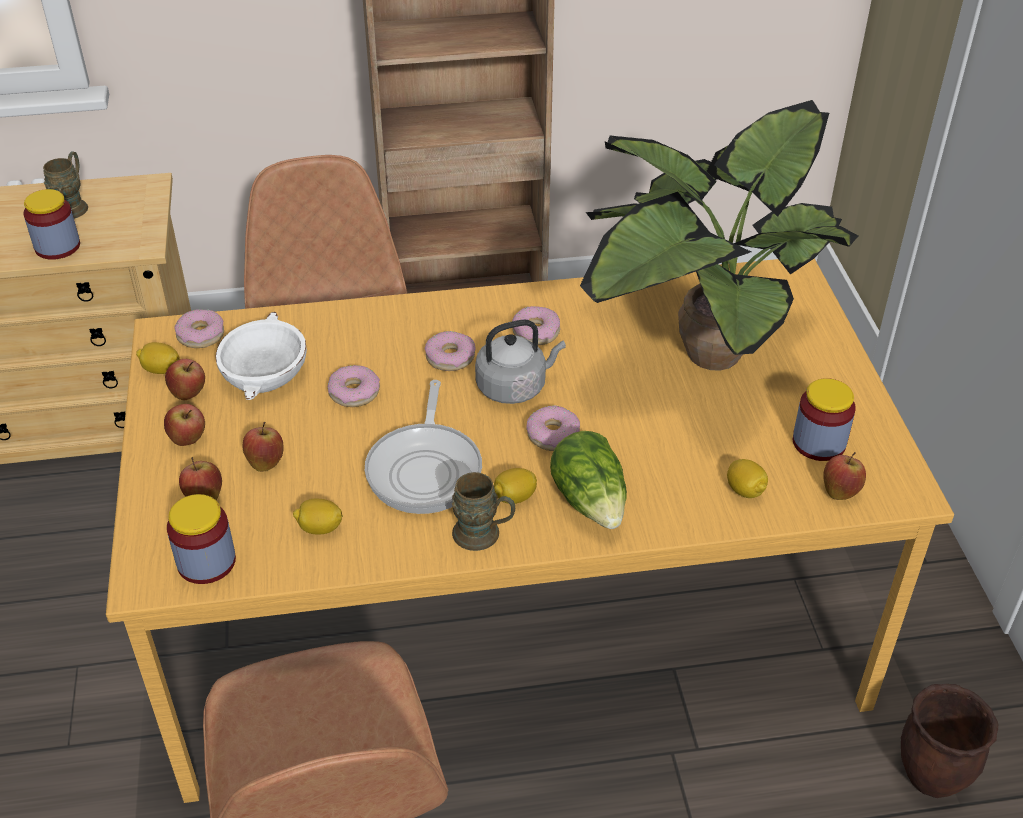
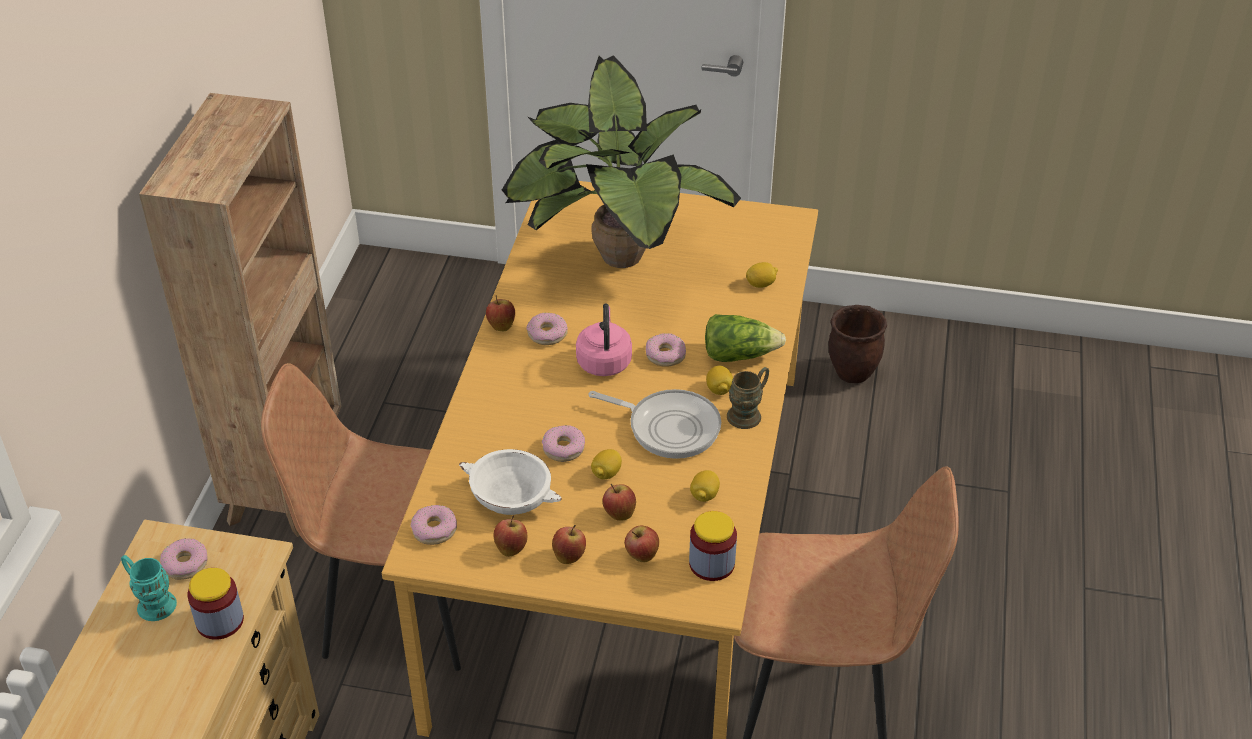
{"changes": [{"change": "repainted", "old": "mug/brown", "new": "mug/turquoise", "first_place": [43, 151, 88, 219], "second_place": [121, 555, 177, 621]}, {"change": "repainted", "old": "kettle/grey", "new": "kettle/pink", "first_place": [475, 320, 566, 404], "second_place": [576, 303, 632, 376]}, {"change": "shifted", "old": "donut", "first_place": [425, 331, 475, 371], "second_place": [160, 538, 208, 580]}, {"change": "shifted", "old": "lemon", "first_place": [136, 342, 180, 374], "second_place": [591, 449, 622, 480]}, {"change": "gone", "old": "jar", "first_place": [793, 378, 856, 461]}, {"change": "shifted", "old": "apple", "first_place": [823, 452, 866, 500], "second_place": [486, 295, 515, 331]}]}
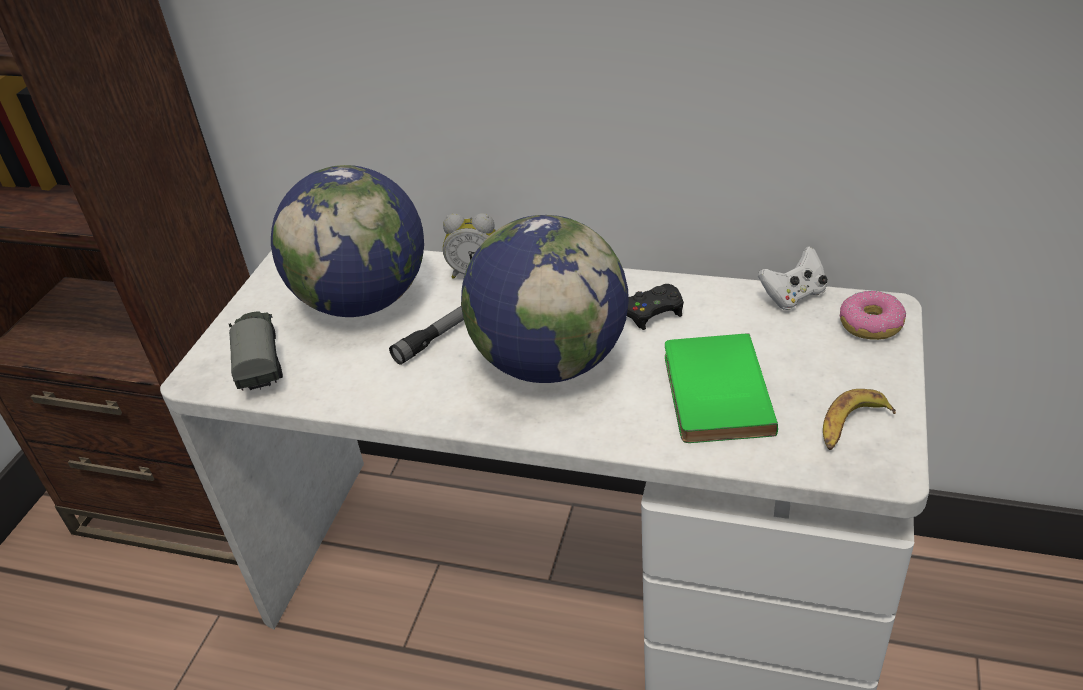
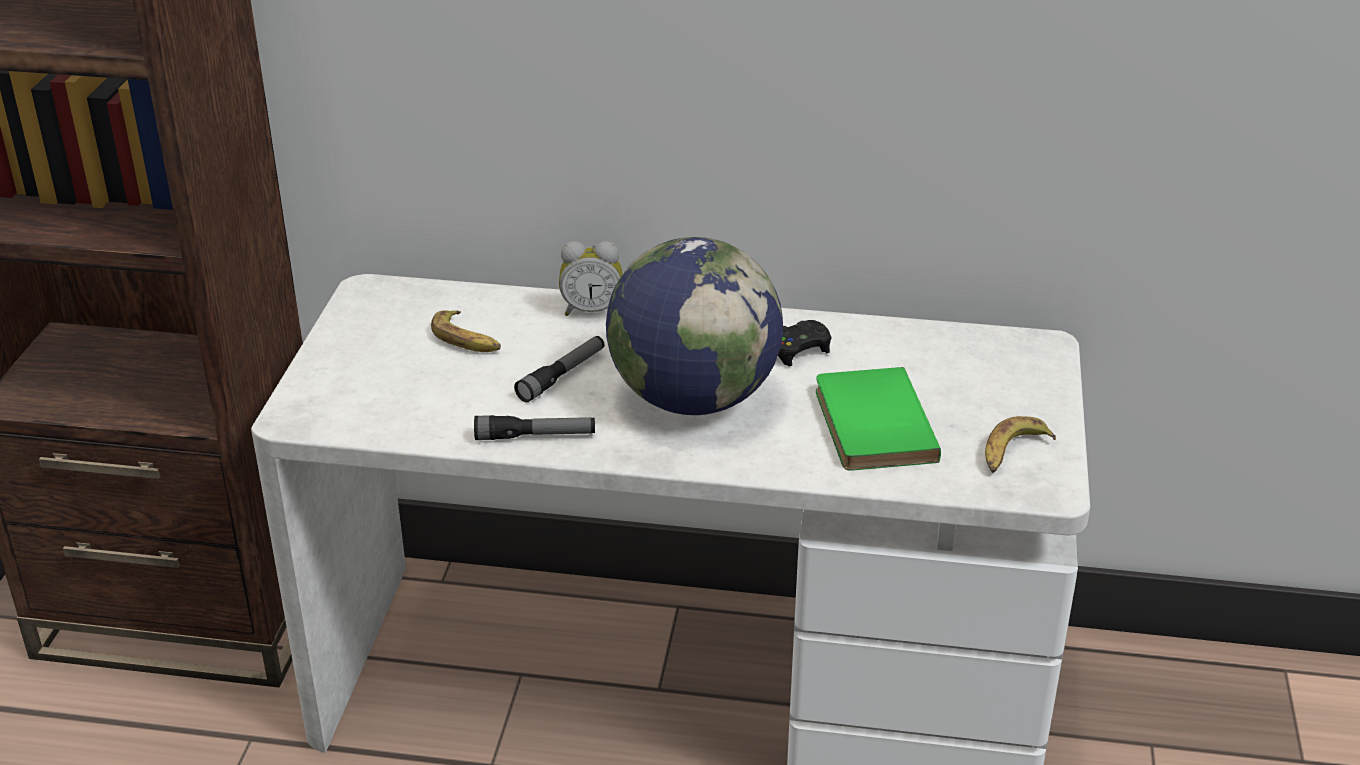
{"changes": [{"change": "swapped", "old": "globe", "new": "banana", "first_place": [271, 165, 424, 317], "second_place": [431, 310, 501, 352]}, {"change": "gone", "old": "game controller/white", "first_place": [758, 246, 827, 310]}, {"change": "gone", "old": "donut", "first_place": [840, 290, 906, 340]}, {"change": "gone", "old": "toy truck", "first_place": [229, 311, 283, 391]}, {"change": "new", "new": "flashlight", "second_place": [474, 415, 595, 440]}]}
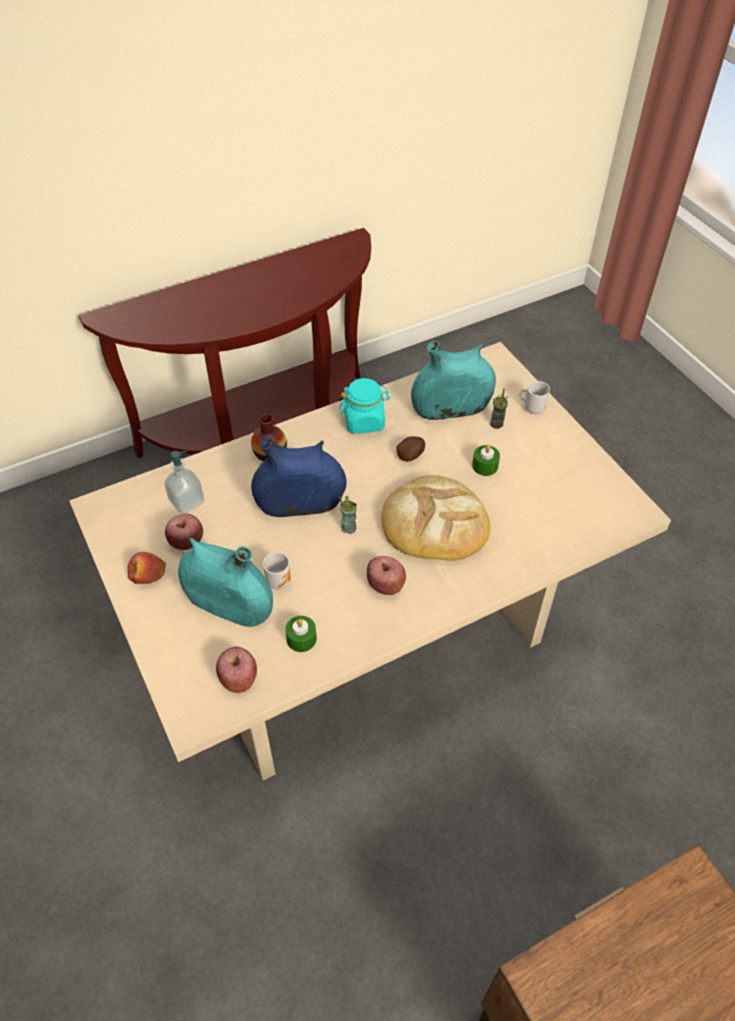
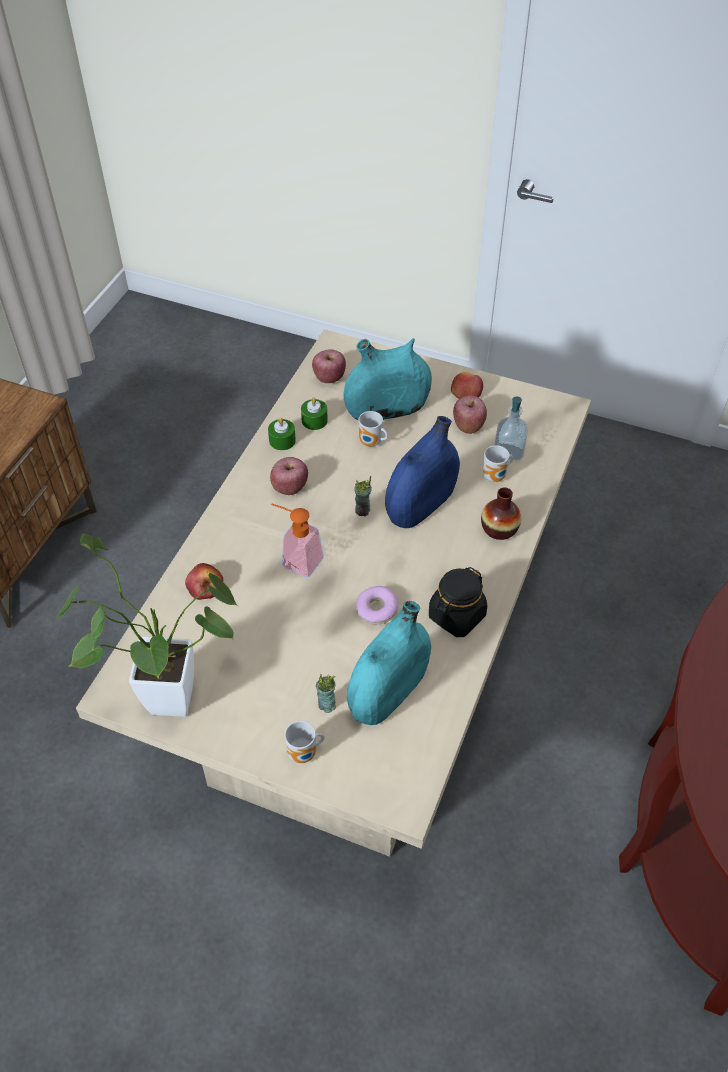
{"changes": [{"change": "repainted", "old": "jar/turquoise", "new": "jar/black", "first_place": [339, 378, 390, 434], "second_place": [429, 567, 487, 637]}, {"change": "swapped", "old": "potato", "new": "donut", "first_place": [396, 436, 425, 461], "second_place": [356, 586, 399, 625]}, {"change": "shifted", "old": "candle/green", "first_place": [472, 445, 500, 476], "second_place": [268, 418, 296, 450]}, {"change": "swapped", "old": "bread", "new": "soap dispenser", "first_place": [381, 475, 491, 561], "second_place": [271, 504, 324, 577]}, {"change": "new", "new": "mug", "second_place": [482, 445, 513, 482]}, {"change": "new", "new": "potted plant", "second_place": [56, 534, 238, 717]}, {"change": "new", "new": "apple", "second_place": [185, 563, 223, 600]}]}
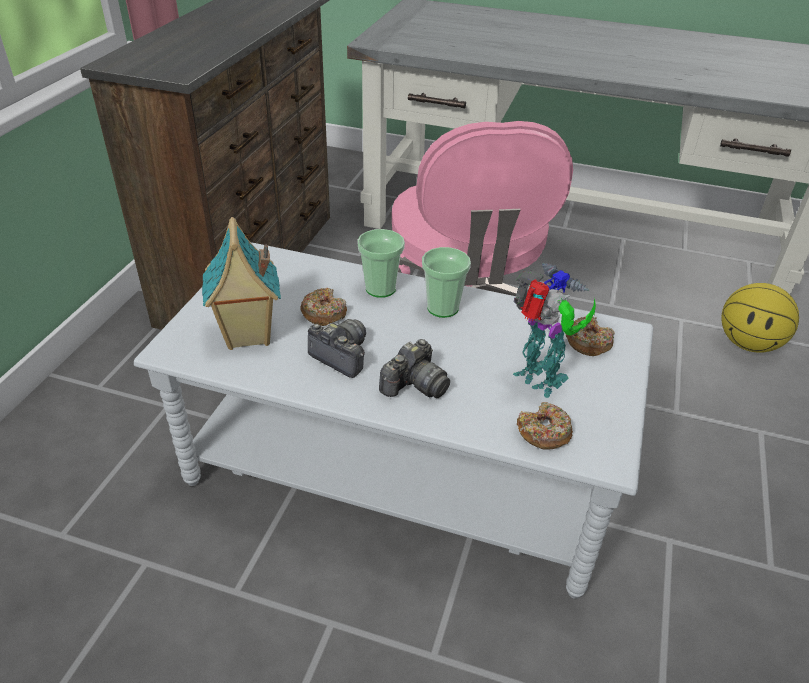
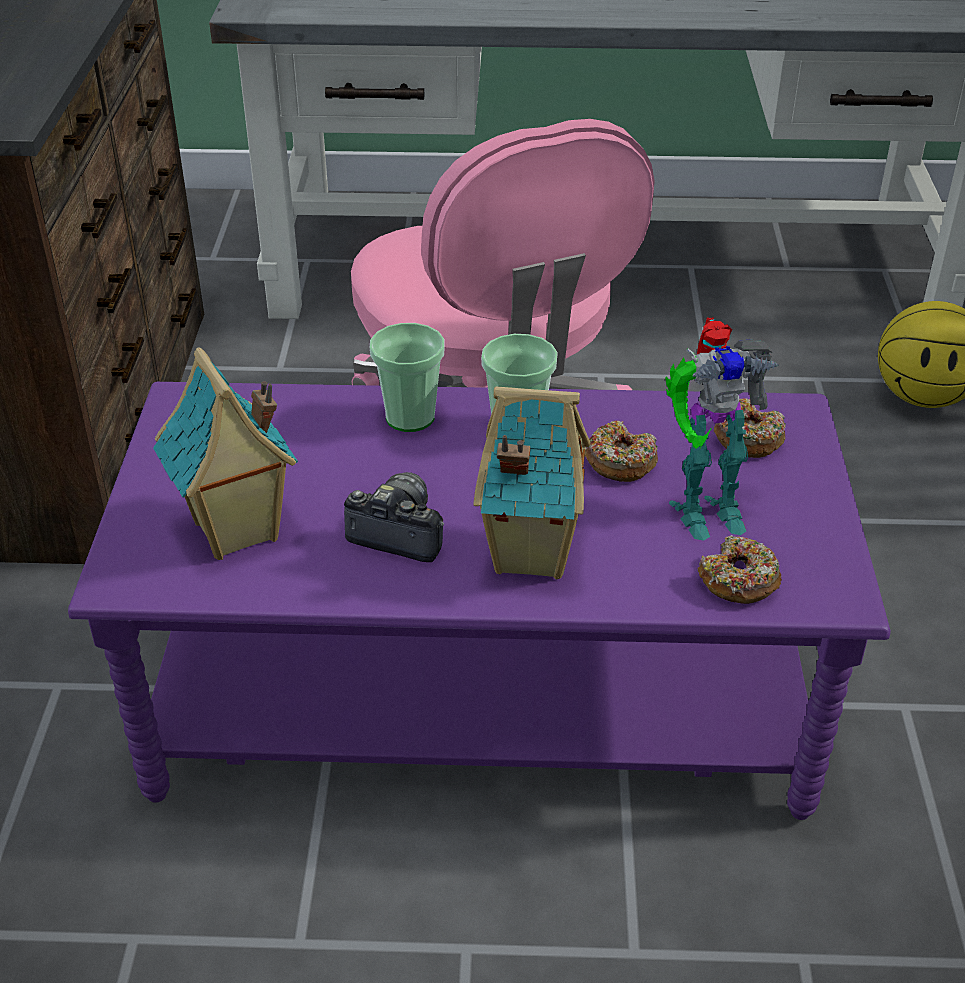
{"changes": [{"change": "repainted", "old": "coffee table/grey", "new": "coffee table/purple", "first_place": [134, 242, 653, 599], "second_place": [68, 382, 891, 820]}, {"change": "rotated", "old": "toy robot", "first_place": [513, 263, 596, 398], "second_place": [665, 317, 779, 541], "degrees": 135}, {"change": "shifted", "old": "donut", "first_place": [300, 288, 347, 326], "second_place": [585, 421, 658, 482]}, {"change": "swapped", "old": "photo camera", "new": "toy house", "first_place": [379, 339, 450, 398], "second_place": [473, 387, 590, 579]}]}
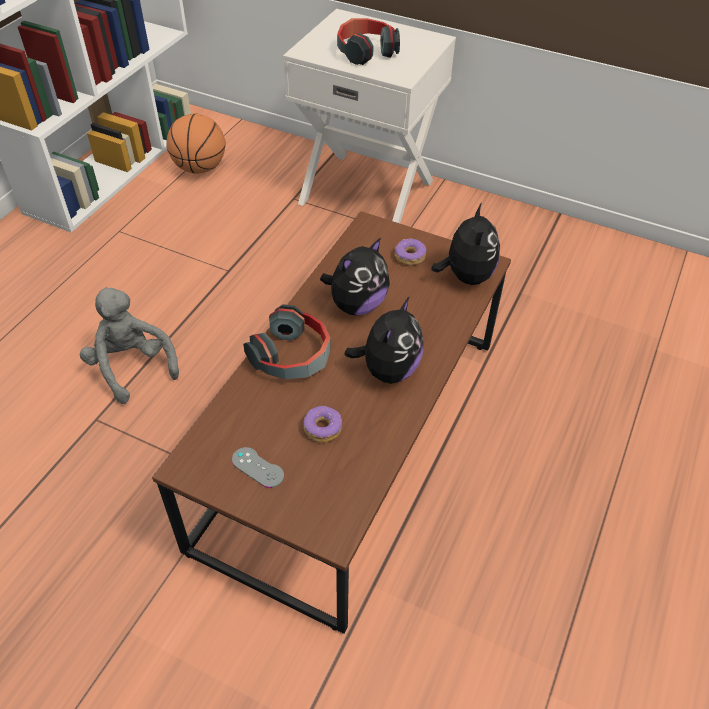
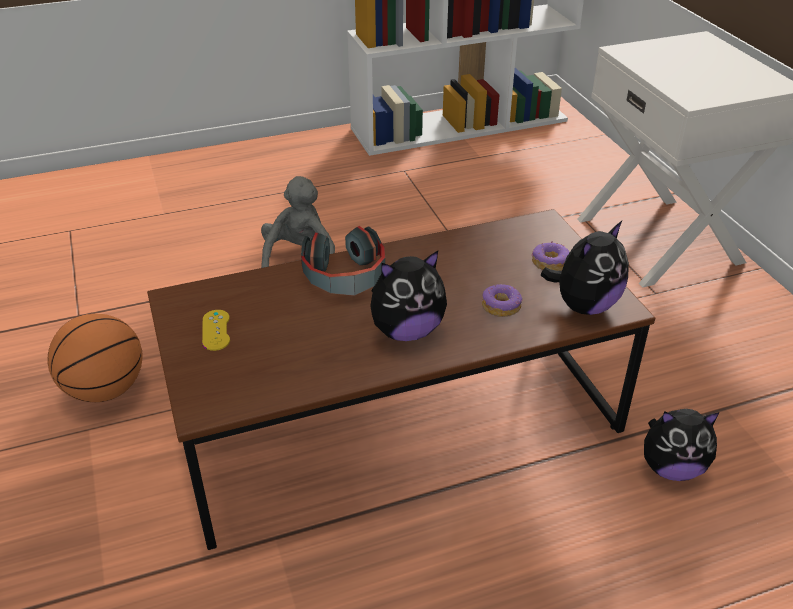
{"changes": [{"change": "gone", "old": "headphones", "first_place": [337, 18, 400, 65]}, {"change": "shifted", "old": "basketball", "first_place": [166, 113, 226, 174], "second_place": [47, 314, 143, 402]}, {"change": "shifted", "old": "plush toy", "first_place": [320, 238, 390, 315], "second_place": [644, 409, 719, 481]}, {"change": "shifted", "old": "donut", "first_place": [303, 406, 342, 442], "second_place": [482, 284, 523, 317]}, {"change": "repainted", "old": "game controller/grey", "new": "game controller/yellow", "first_place": [232, 447, 284, 488], "second_place": [202, 310, 230, 351]}]}
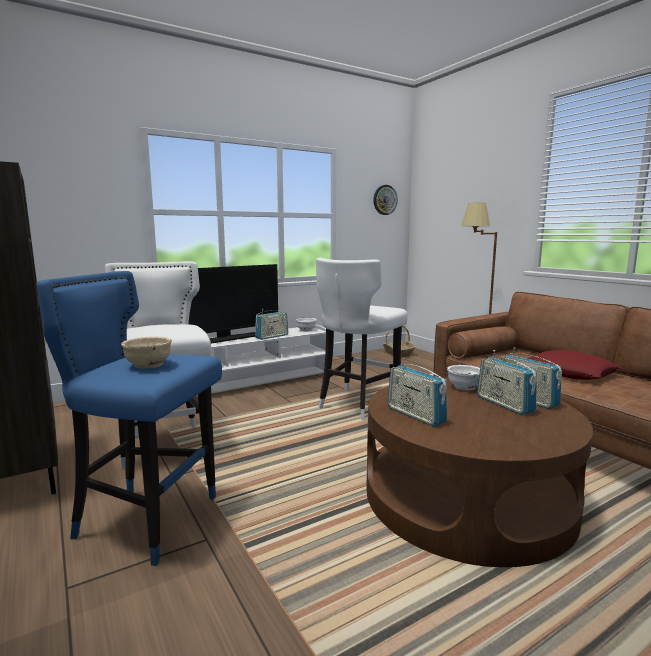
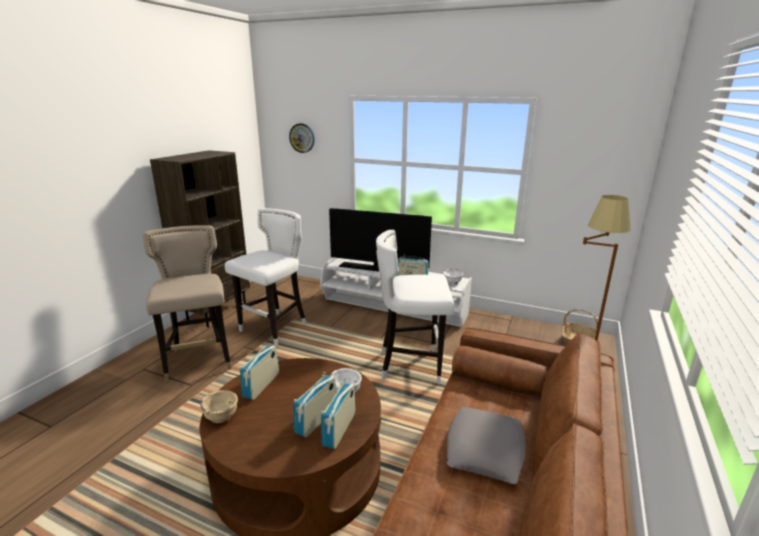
{"changes": [{"change": "shifted", "old": "wall clock", "first_place": [373, 185, 398, 215], "second_place": [289, 123, 315, 153]}, {"change": "repainted", "old": "stool/blue", "new": "stool/beige", "first_place": [36, 271, 222, 566], "second_place": [143, 225, 231, 382]}, {"change": "shifted", "old": "bowl/beige", "first_place": [121, 337, 172, 369], "second_place": [200, 390, 238, 423]}, {"change": "repainted", "old": "pillow/red", "new": "pillow/grey", "first_place": [528, 350, 622, 380], "second_place": [446, 407, 526, 484]}]}
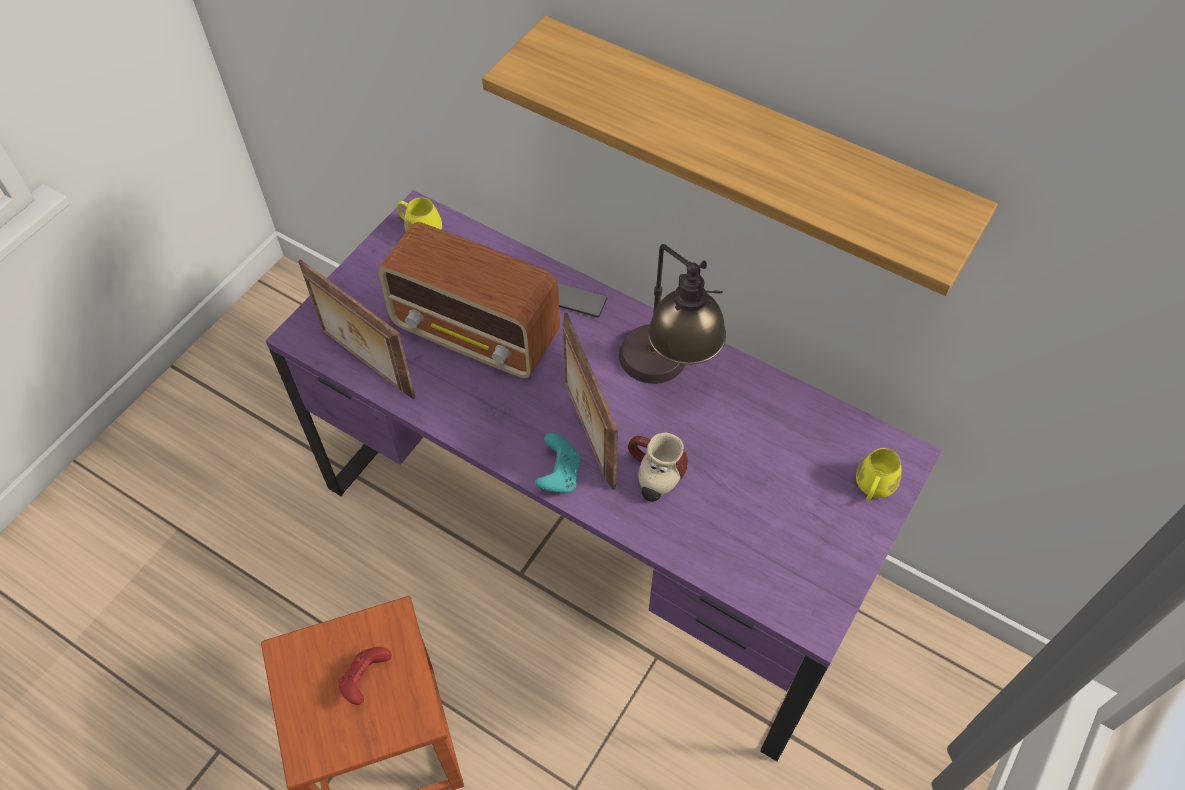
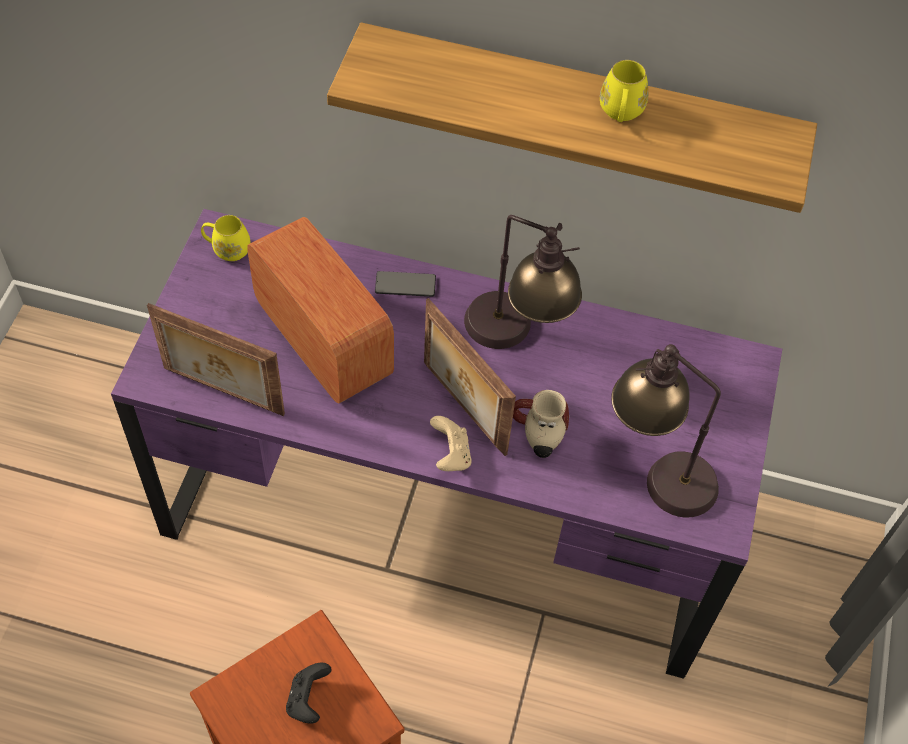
{"changes": [{"change": "rotated", "old": "radio", "first_place": [378, 222, 560, 378], "second_place": [247, 217, 394, 403], "degrees": -135}, {"change": "repainted", "old": "game controller/turquoise", "new": "game controller/beige", "first_place": [535, 433, 580, 494], "second_place": [430, 416, 472, 471]}, {"change": "shifted", "old": "mug/yellow", "first_place": [856, 448, 902, 501], "second_place": [600, 60, 649, 122]}, {"change": "repainted", "old": "game controller/red", "new": "game controller/black", "first_place": [338, 647, 392, 705], "second_place": [286, 663, 331, 724]}, {"change": "new", "new": "table lamp", "second_place": [611, 344, 721, 518]}]}
